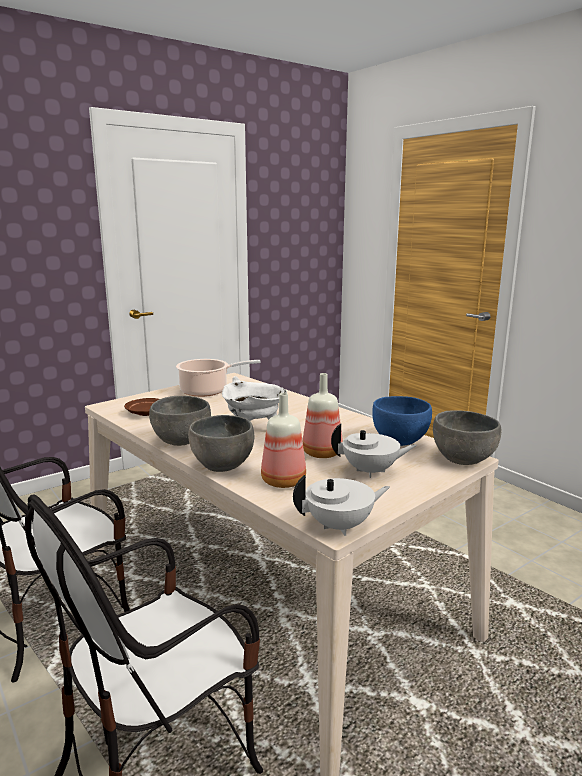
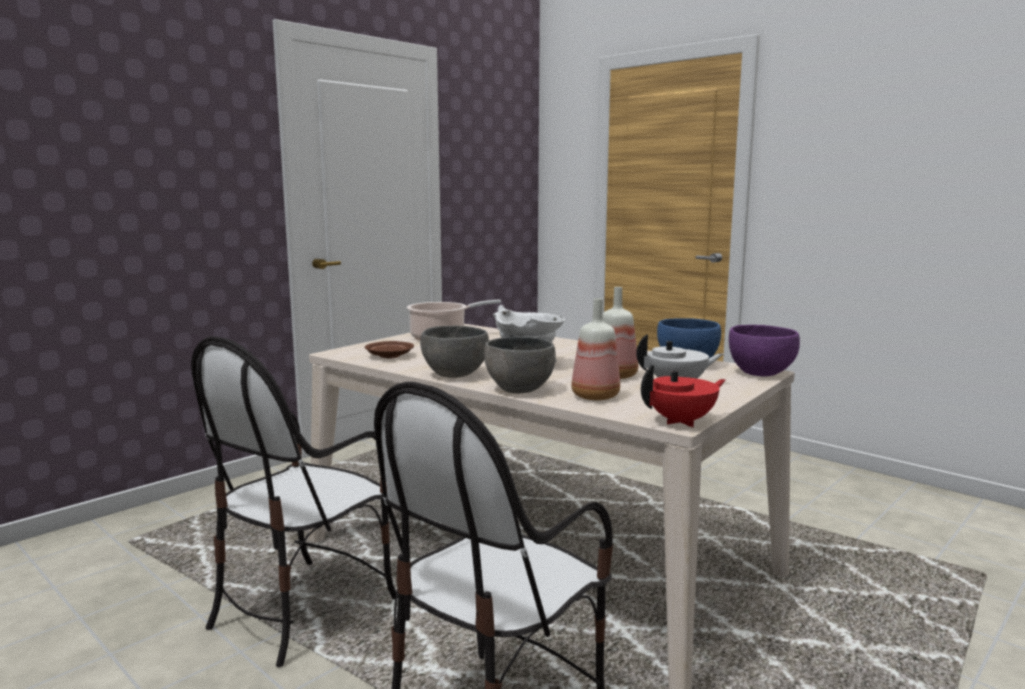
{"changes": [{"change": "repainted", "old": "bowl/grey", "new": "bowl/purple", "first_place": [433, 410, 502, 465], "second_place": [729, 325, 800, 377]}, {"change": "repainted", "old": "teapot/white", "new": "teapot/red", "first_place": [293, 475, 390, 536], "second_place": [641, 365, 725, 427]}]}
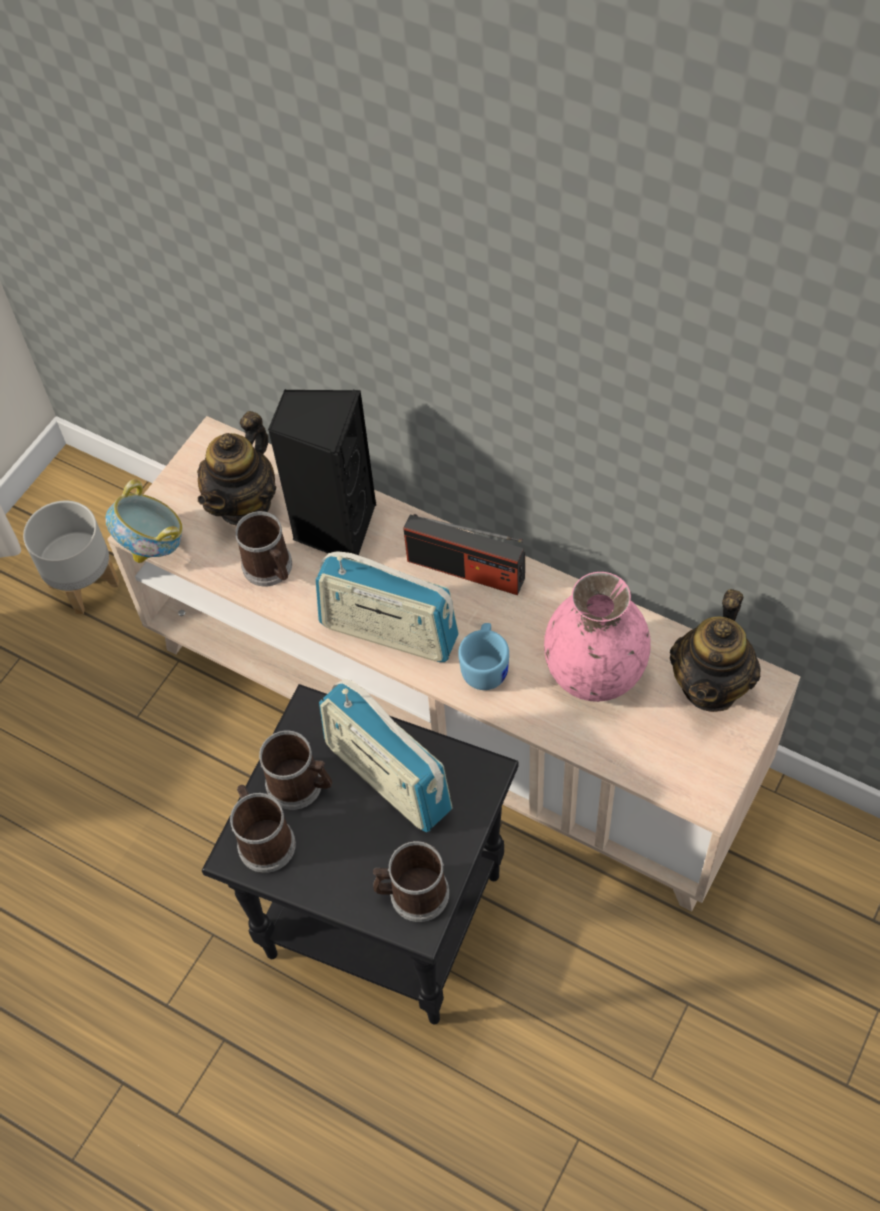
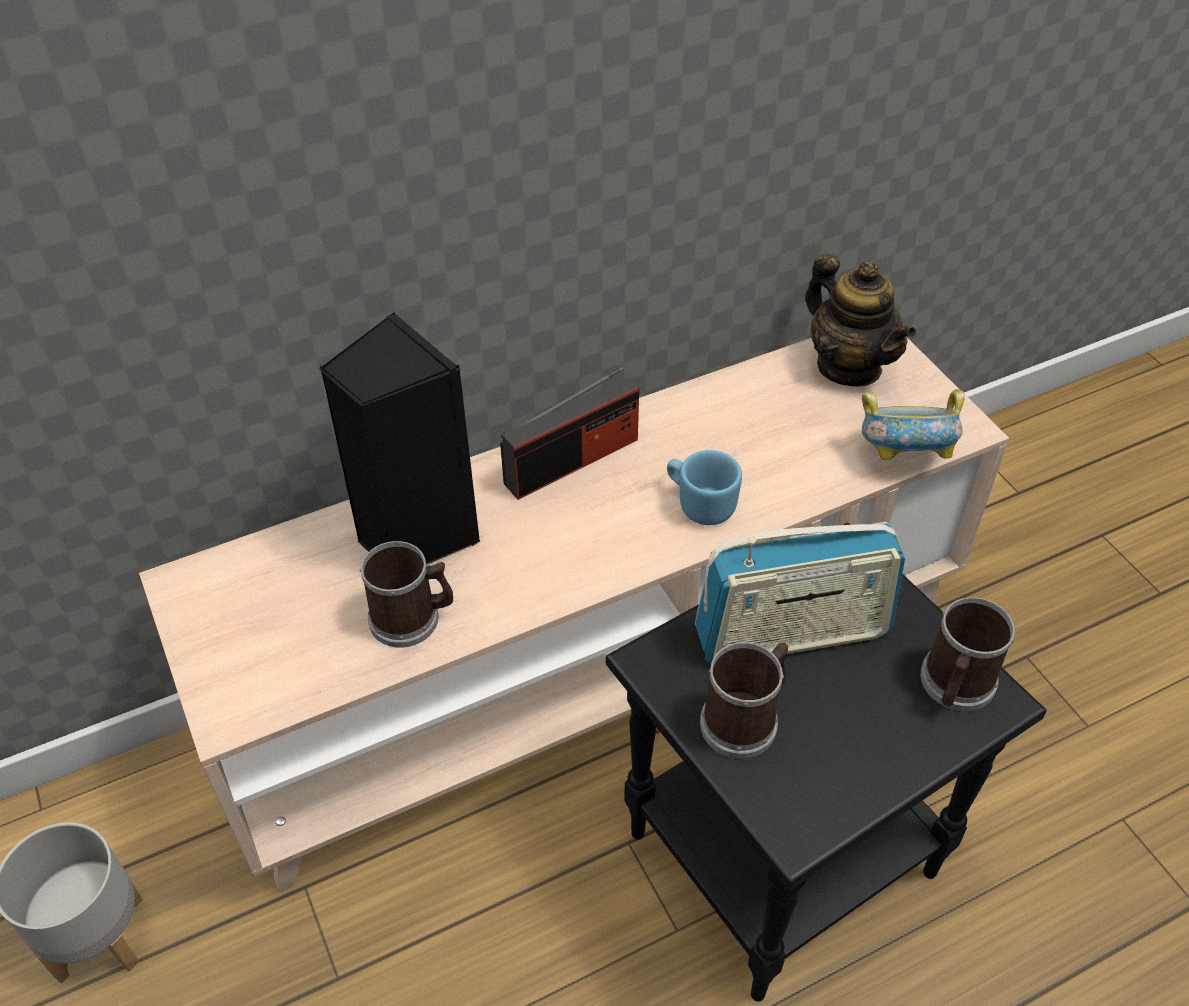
{"changes": [{"change": "gone", "old": "teapot", "first_place": [197, 411, 276, 525]}, {"change": "shifted", "old": "bowl", "first_place": [105, 479, 183, 563], "second_place": [862, 389, 965, 460]}, {"change": "gone", "old": "radio", "first_place": [316, 551, 459, 662]}, {"change": "gone", "old": "vase/pink", "first_place": [544, 572, 650, 702]}, {"change": "gone", "old": "mug", "first_place": [230, 785, 296, 873]}]}
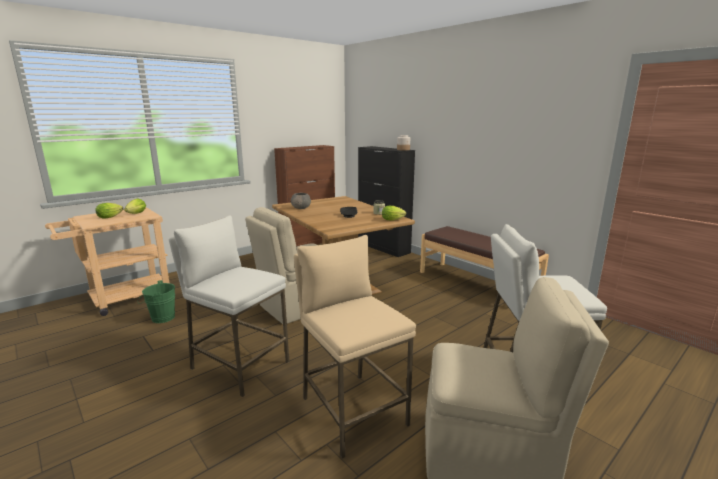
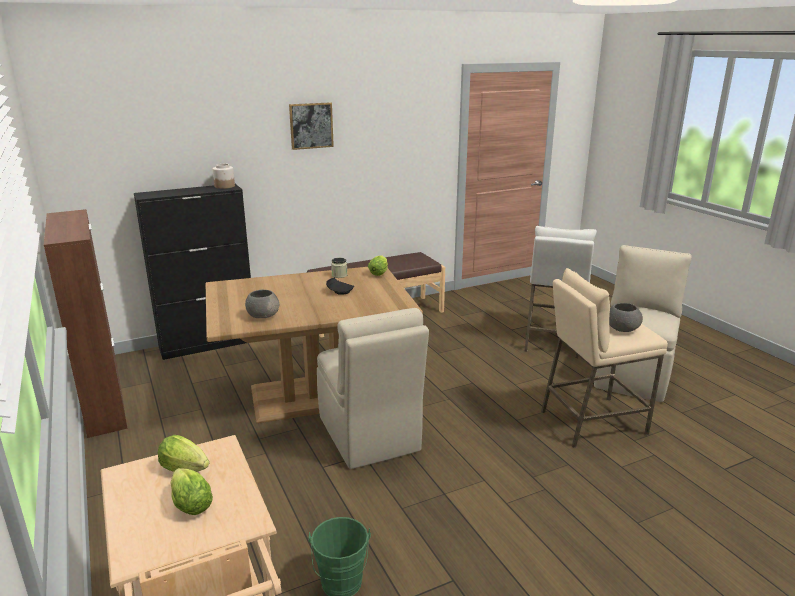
{"changes": [{"change": "gone", "old": "stool/white", "first_place": [169, 215, 290, 397]}, {"change": "new", "new": "picture", "second_place": [289, 102, 334, 150]}, {"change": "new", "new": "bowl/grey", "second_place": [609, 303, 643, 332]}]}
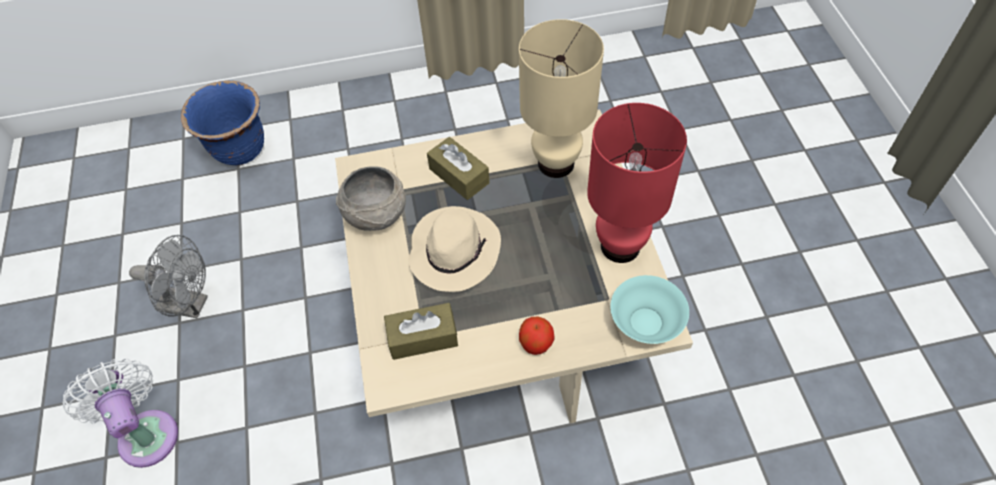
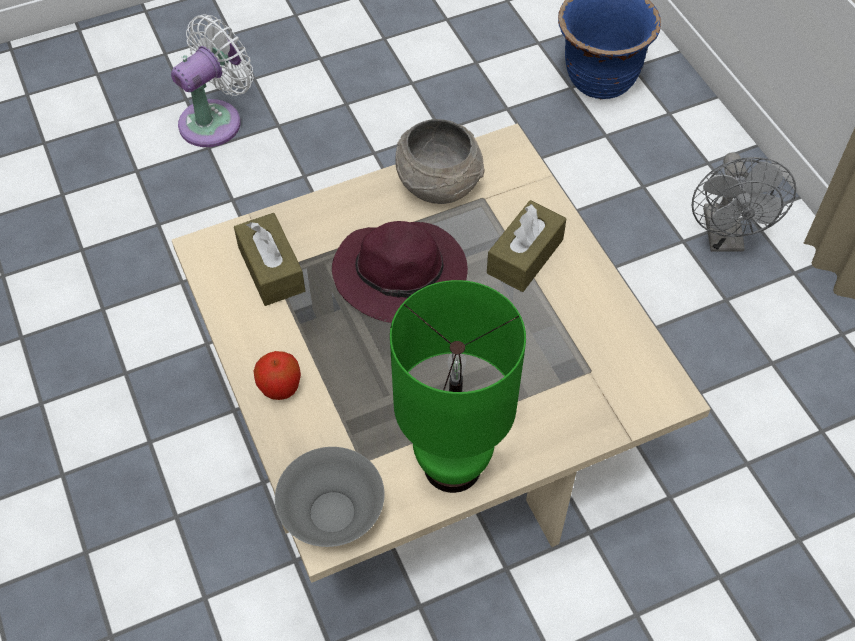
{"changes": [{"change": "gone", "old": "table lamp/beige", "first_place": [519, 19, 604, 178]}, {"change": "repainted", "old": "table lamp/red", "new": "table lamp/green", "first_place": [587, 103, 687, 263], "second_place": [390, 280, 526, 493]}, {"change": "repainted", "old": "hat/beige", "new": "hat/purple", "first_place": [408, 206, 501, 292], "second_place": [332, 221, 468, 323]}, {"change": "shifted", "old": "fan/grey", "first_place": [129, 235, 208, 318], "second_place": [692, 152, 796, 252]}, {"change": "repainted", "old": "bowl/turquoise", "new": "bowl/grey", "first_place": [610, 275, 689, 344], "second_place": [275, 447, 385, 547]}]}
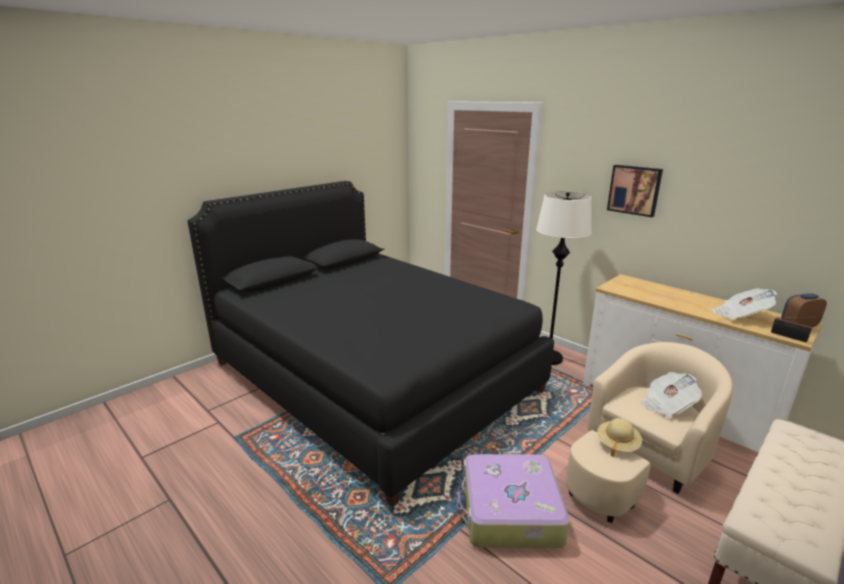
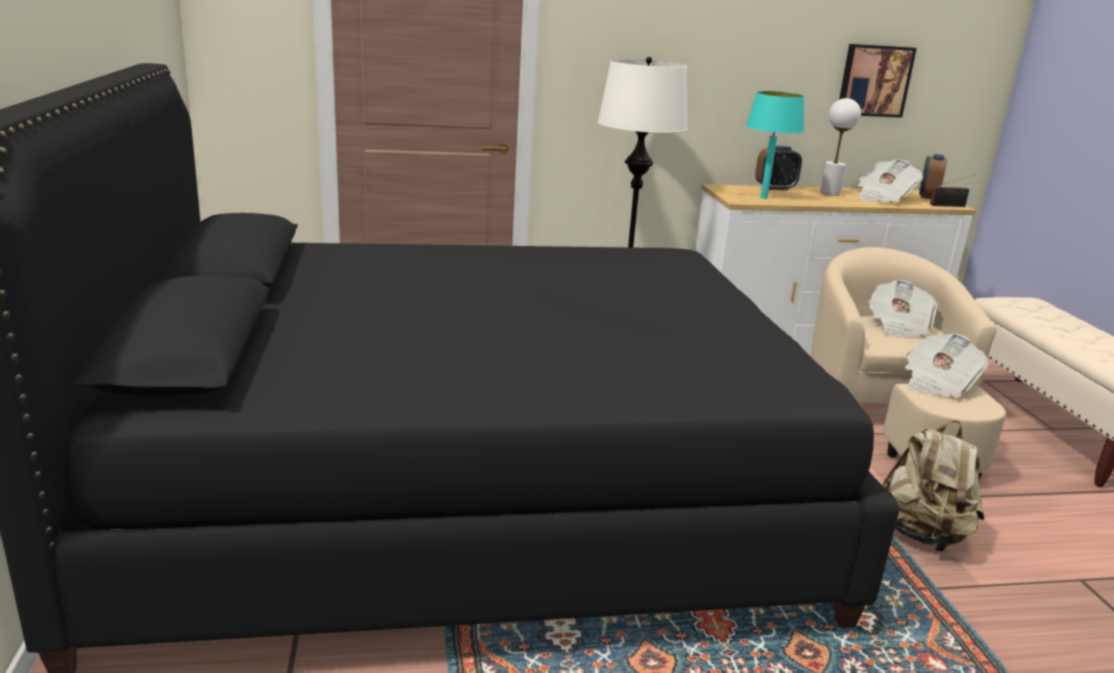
{"changes": [{"change": "shifted", "old": "picture", "first_place": [607, 165, 663, 217], "second_place": [839, 44, 917, 118]}, {"change": "swapped", "old": "hat/beige", "new": "newspaper", "first_place": [597, 418, 642, 457], "second_place": [905, 333, 988, 398]}, {"change": "swapped", "old": "suitcase", "new": "backpack/beige", "first_place": [457, 454, 570, 548], "second_place": [882, 421, 985, 551]}, {"change": "new", "new": "table lamp/turquoise", "second_place": [746, 91, 804, 199]}, {"change": "new", "new": "table lamp/white", "second_place": [820, 98, 861, 196]}, {"change": "new", "new": "alarm clock", "second_place": [755, 146, 802, 190]}]}
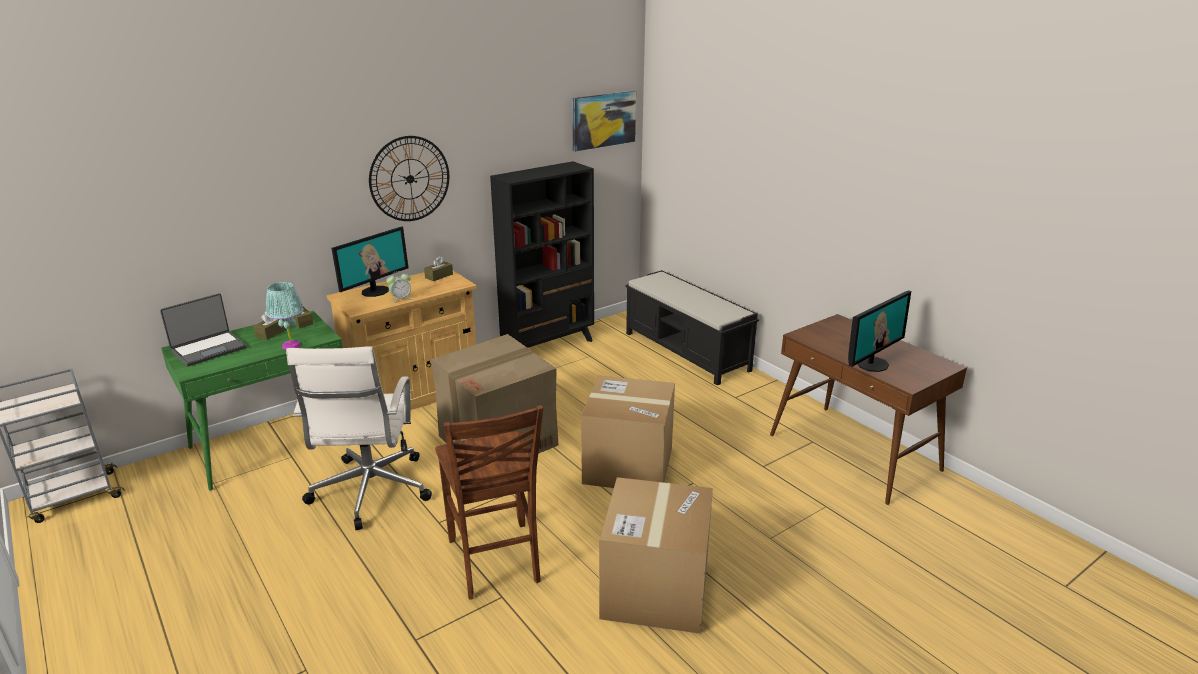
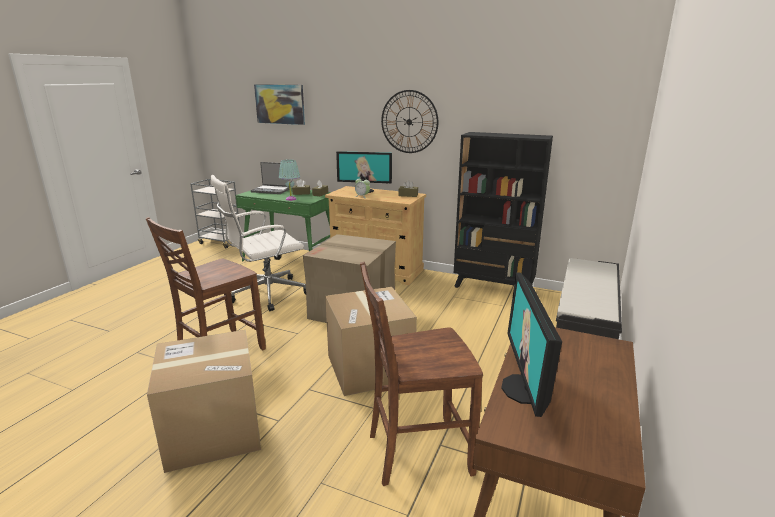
{"changes": [{"change": "shifted", "old": "picture", "first_place": [572, 91, 636, 152], "second_place": [254, 84, 305, 125]}, {"change": "rotated", "old": "monitor", "first_place": [848, 290, 911, 372], "second_place": [501, 272, 562, 417], "degrees": 75}, {"change": "new", "new": "chair/brown", "second_place": [360, 262, 483, 486]}]}
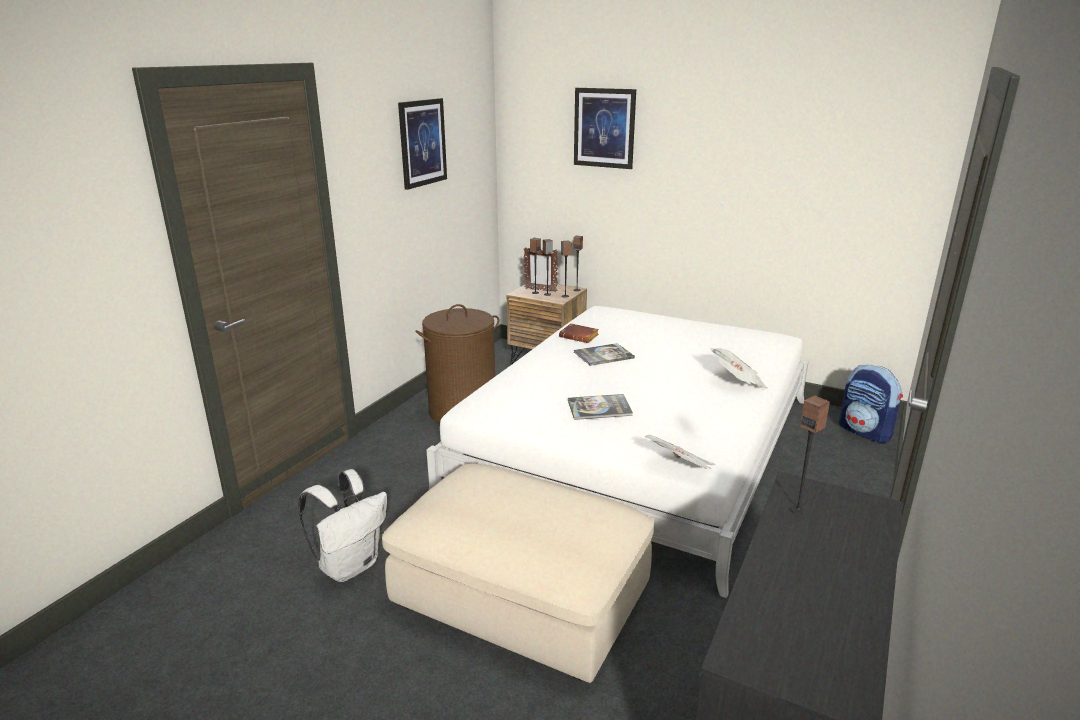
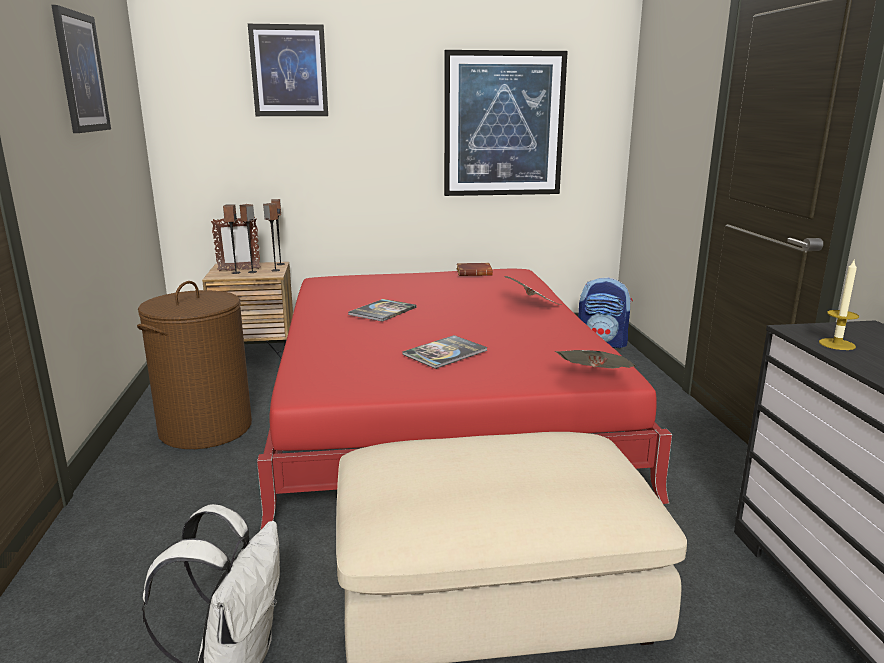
{"changes": [{"change": "repainted", "old": "bed/white", "new": "bed/red", "first_place": [426, 306, 809, 598], "second_place": [257, 269, 672, 530]}, {"change": "shifted", "old": "book/brown", "first_place": [559, 323, 599, 343], "second_place": [457, 263, 493, 276]}, {"change": "swapped", "old": "speaker", "new": "candle", "first_place": [789, 396, 830, 514], "second_place": [819, 260, 859, 350]}, {"change": "new", "new": "picture", "second_place": [444, 50, 568, 196]}]}
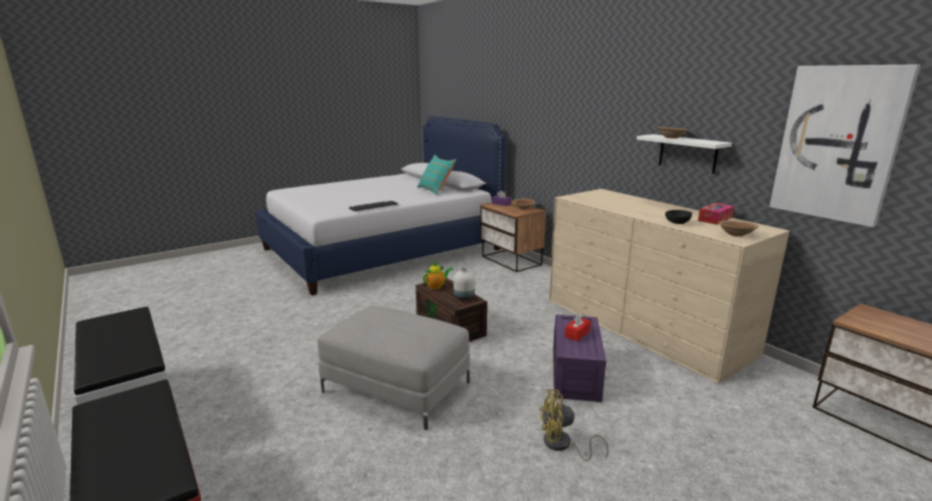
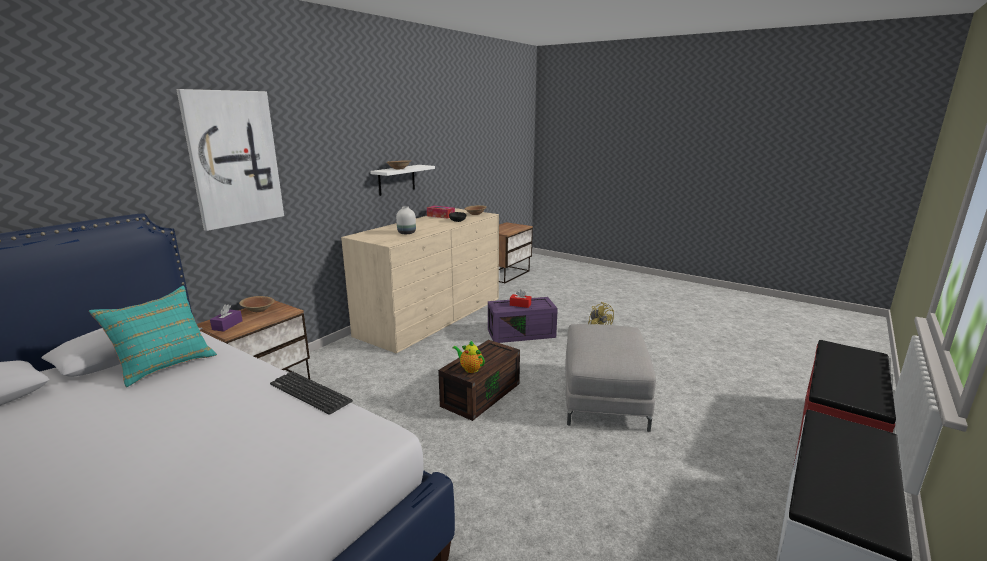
{"changes": [{"change": "shifted", "old": "picture", "first_place": [769, 65, 920, 227], "second_place": [176, 89, 284, 231]}, {"change": "shifted", "old": "vase/white", "first_place": [453, 268, 475, 300], "second_place": [396, 206, 416, 234]}]}
